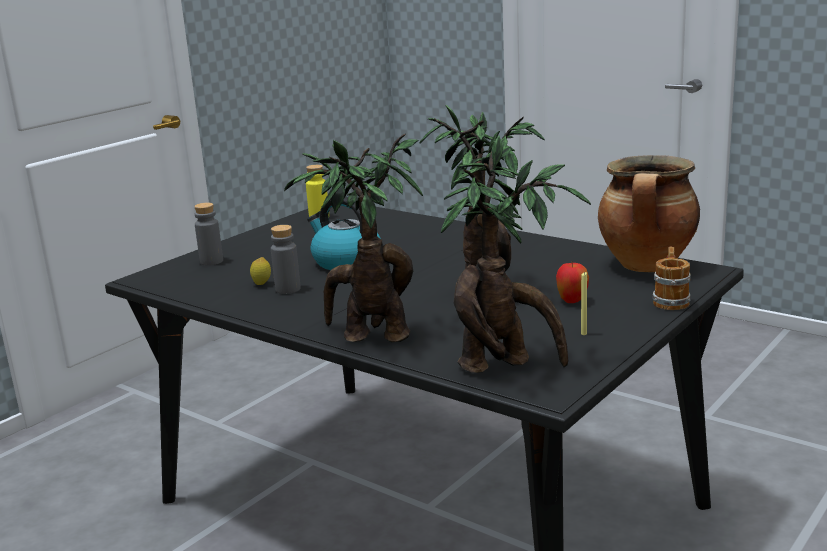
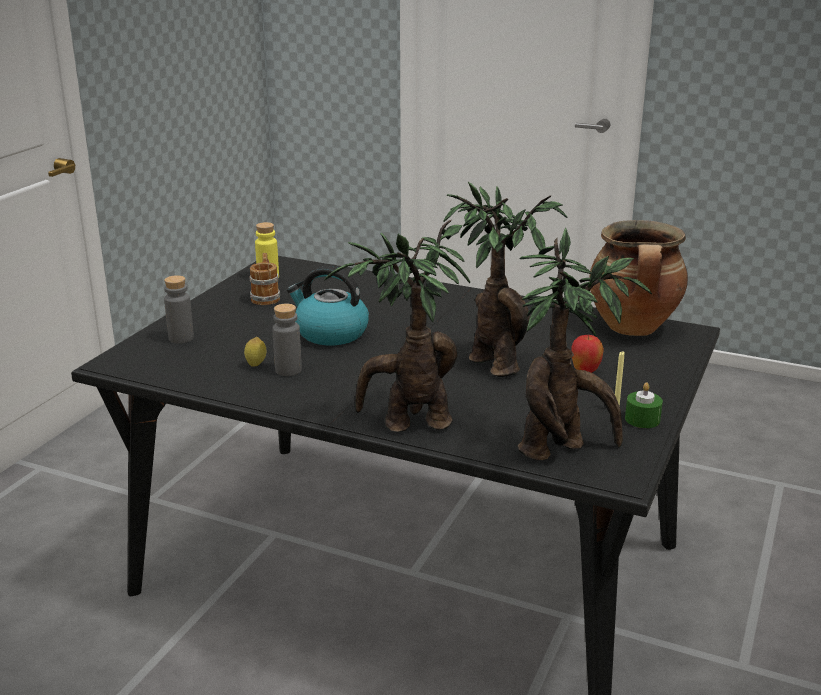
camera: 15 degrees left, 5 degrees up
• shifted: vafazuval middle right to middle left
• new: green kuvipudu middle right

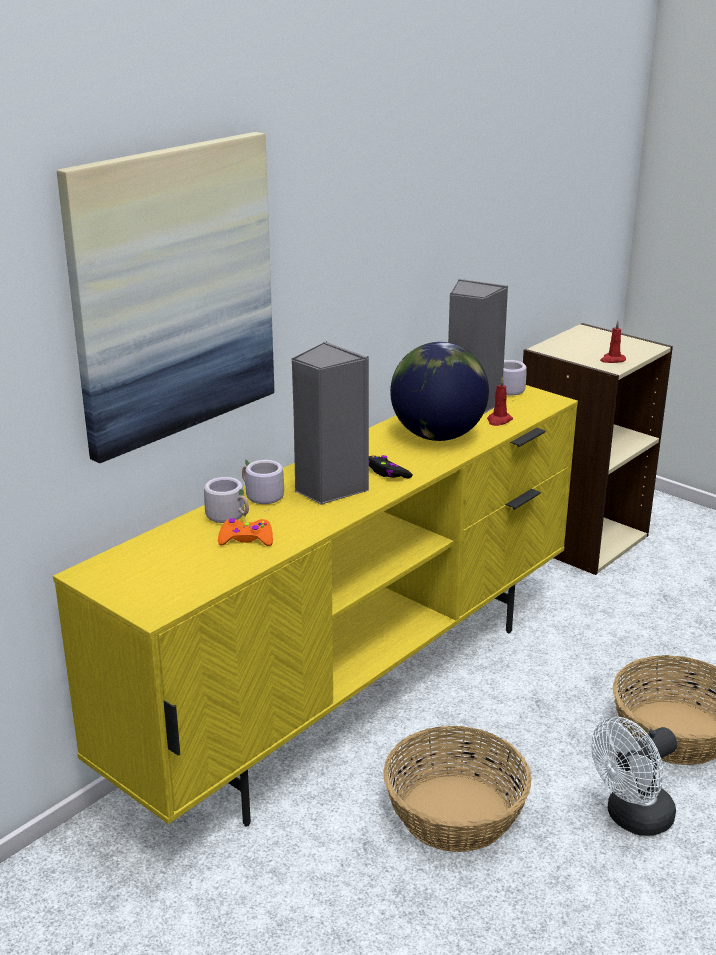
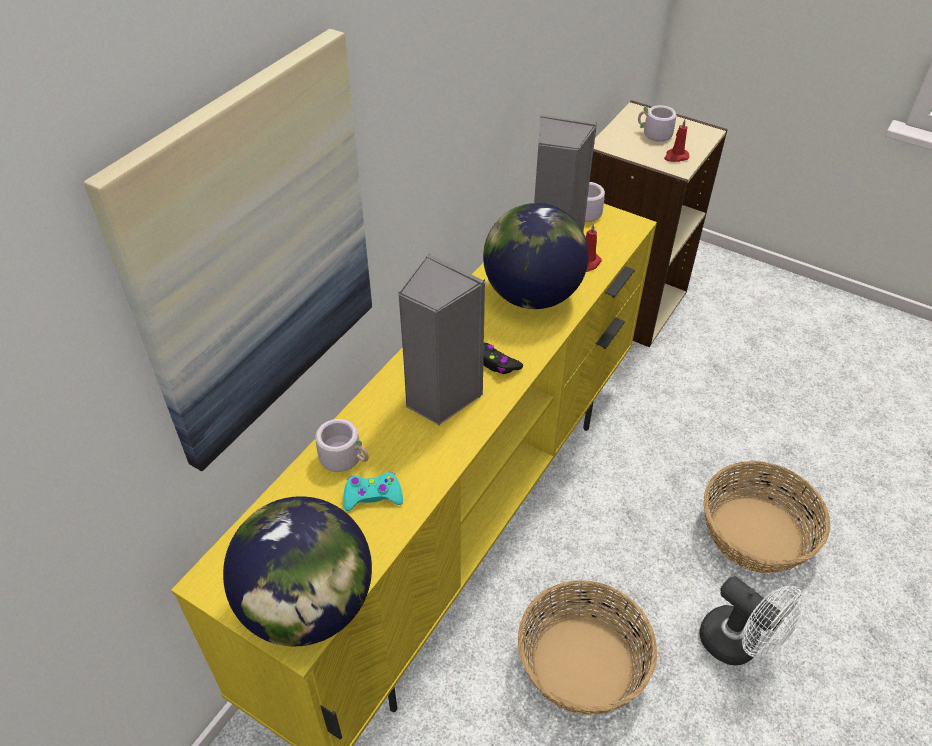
camera: 10 degrees left, 20 degrees up
• shifted: grey vafazuval (no. 2 from left in the first image) centre to grey vafazuval (no. 3 from left) top right
• repainted: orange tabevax centre to turquoise tabevax centre
• rotated: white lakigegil bottom right = bottom right 90 degrees counterclockwise
• new: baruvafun (no. 1 from left) bottom left

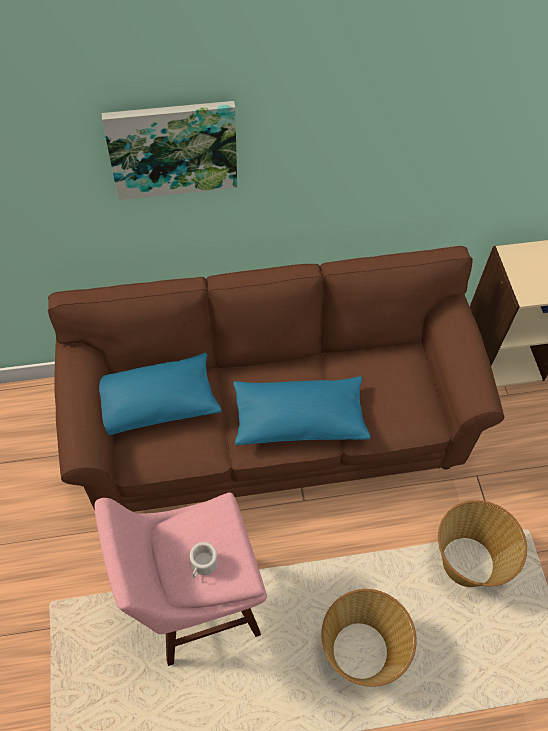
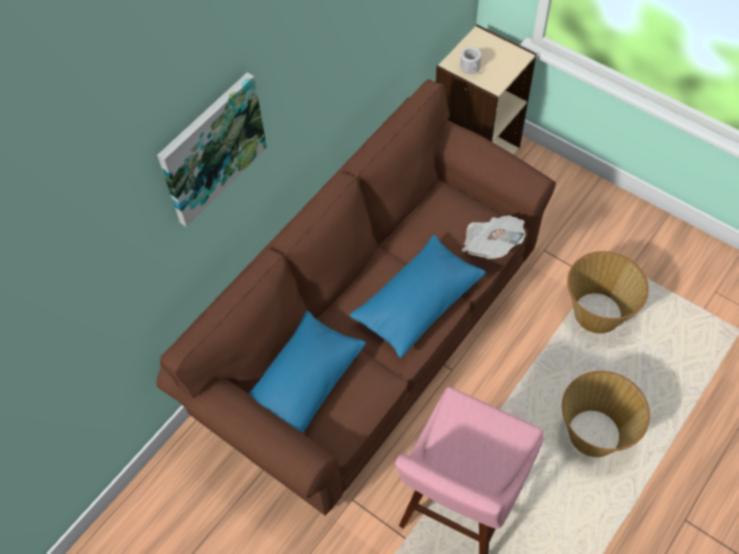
camera: 40 degrees left, 0 degrees up
• shifted: white vafazuval bottom centre to top centre
• new: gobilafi middle right

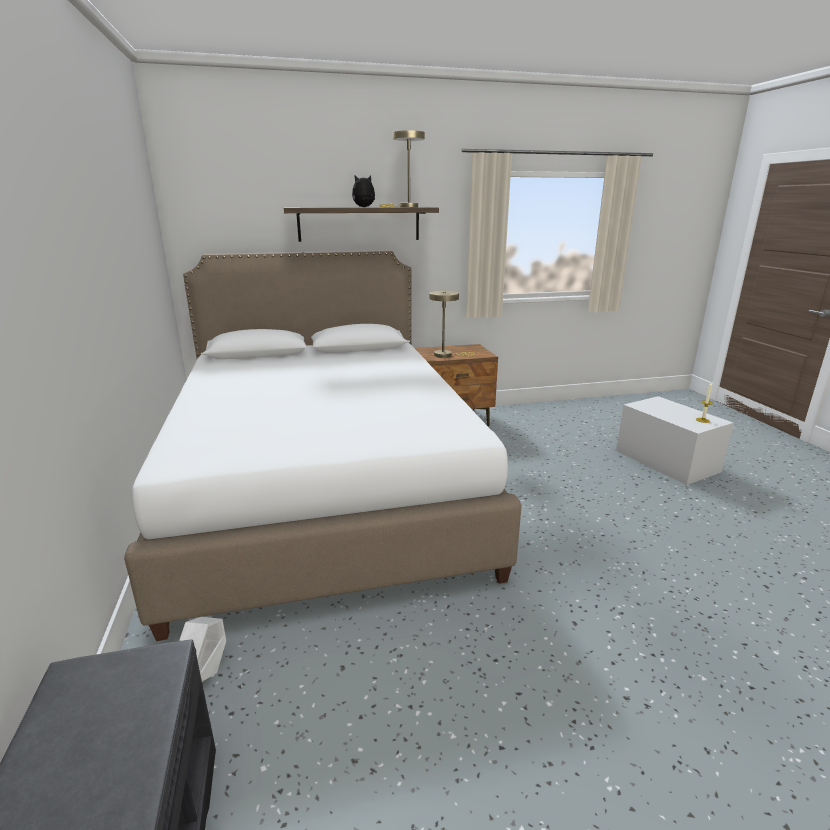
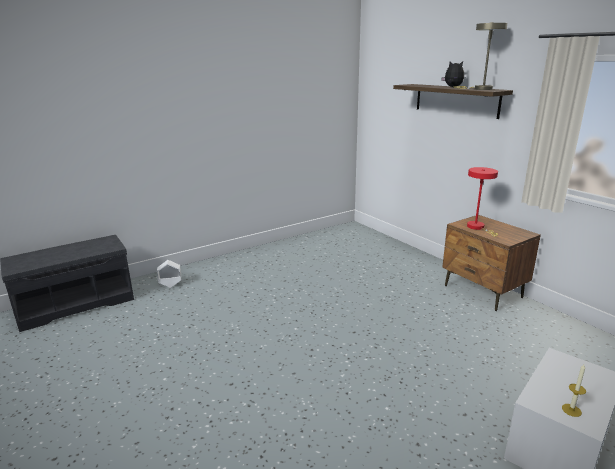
camera: 70 degrees right, 0 degrees up
• gone: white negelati centre
• repainted: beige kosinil (no. 2 from left) centre to red kosinil middle right

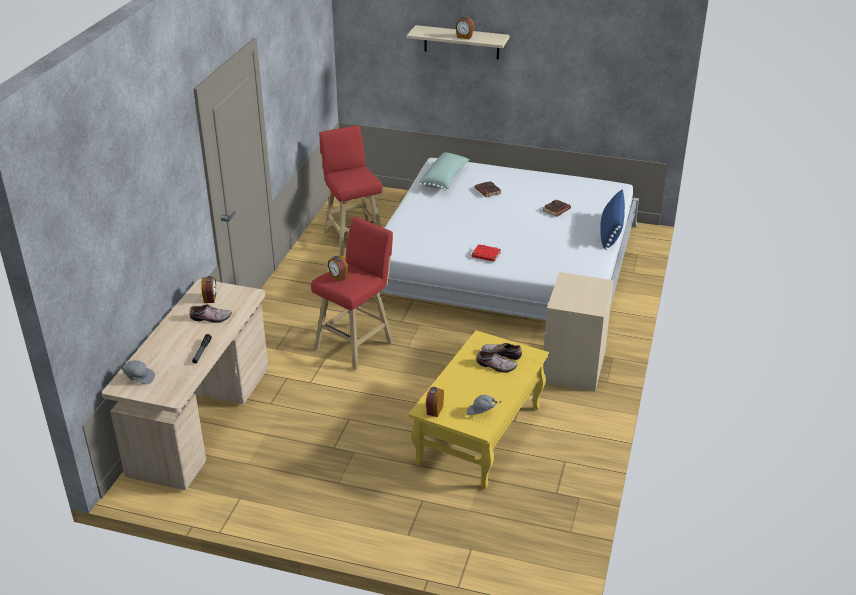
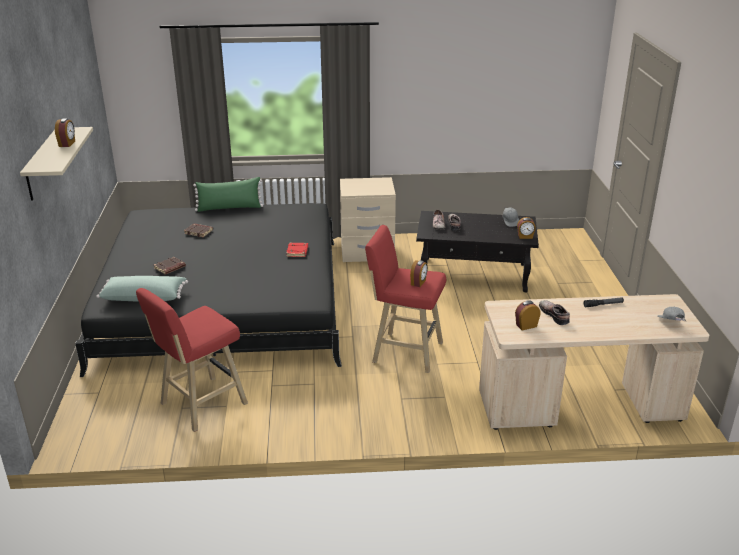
camera: 110 degrees left, 5 degrees down
• repainted: white negelati centre to black negelati middle left
• repainted: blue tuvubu middle right to green tuvubu (no. 2 from left) middle left
• repainted: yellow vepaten bottom centre to black vepaten centre

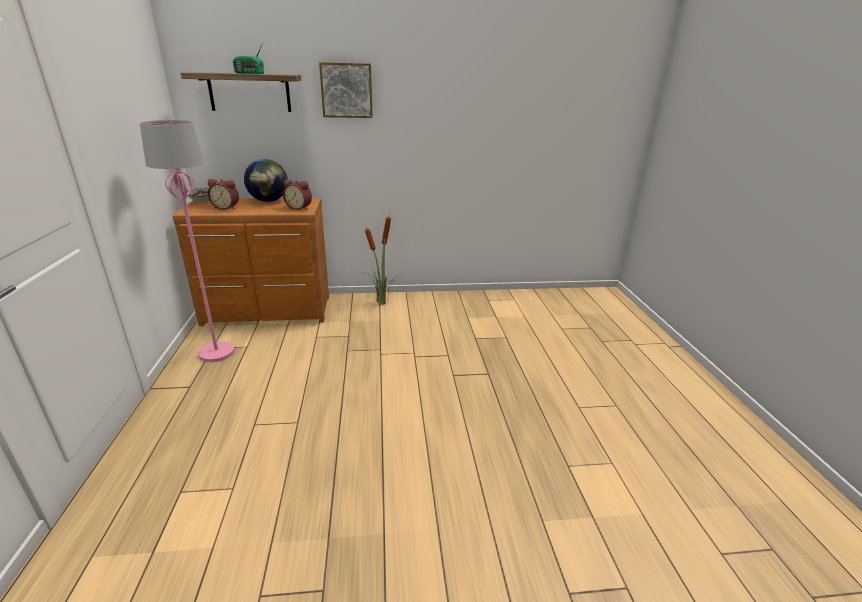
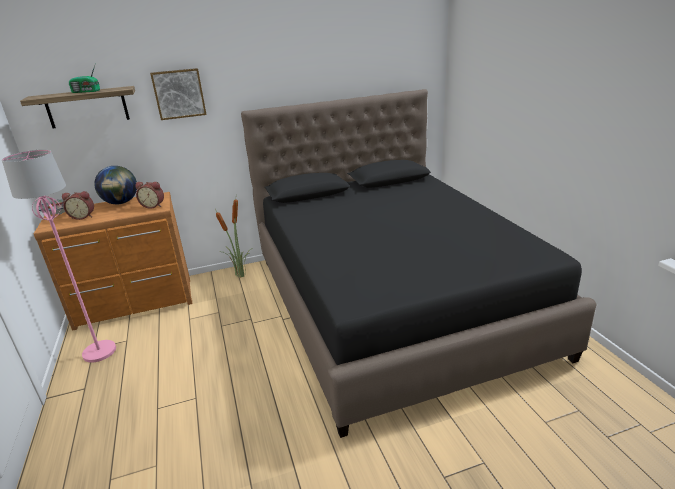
camera: 10 degrees left, 0 degrees up
• new: black negelati centre

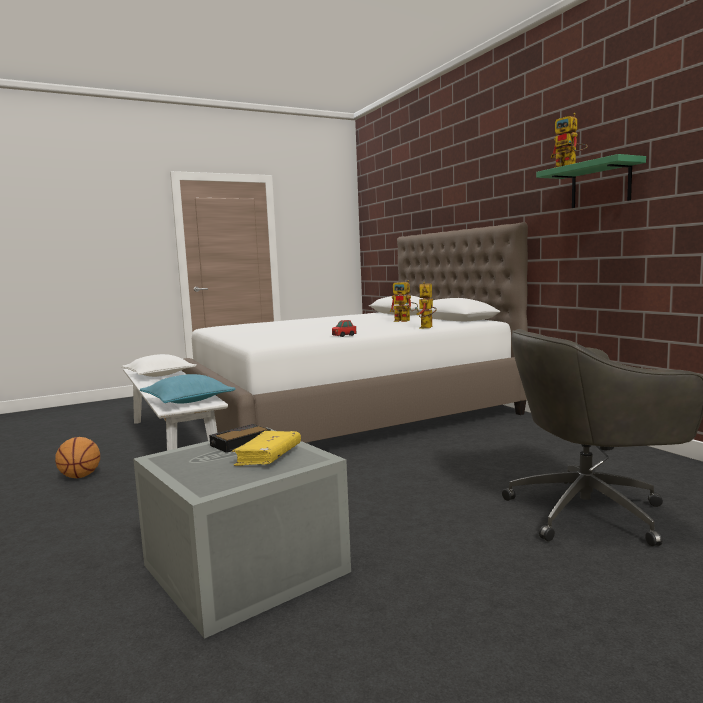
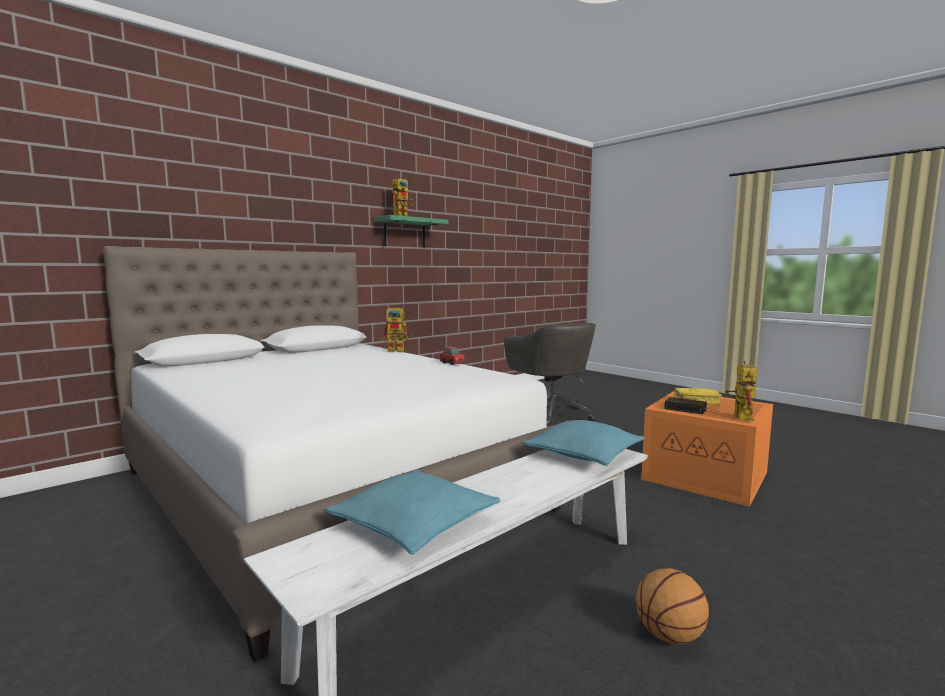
camera: 105 degrees left, 0 degrees up
• shifted: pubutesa (no. 1 from left in the first image) centre to pubutesa (no. 3 from left) middle right
• repainted: white tuvubu middle left to turquoise tuvubu (no. 1 from left) bottom centre
• repainted: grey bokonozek bottom centre to orange bokonozek middle right

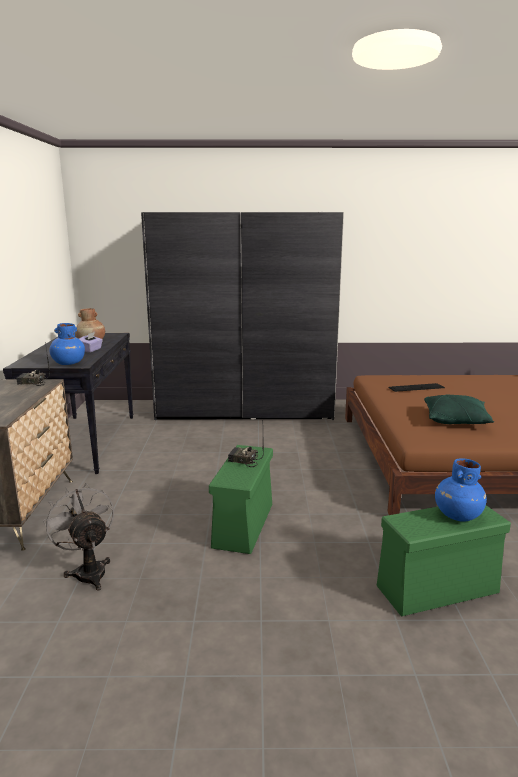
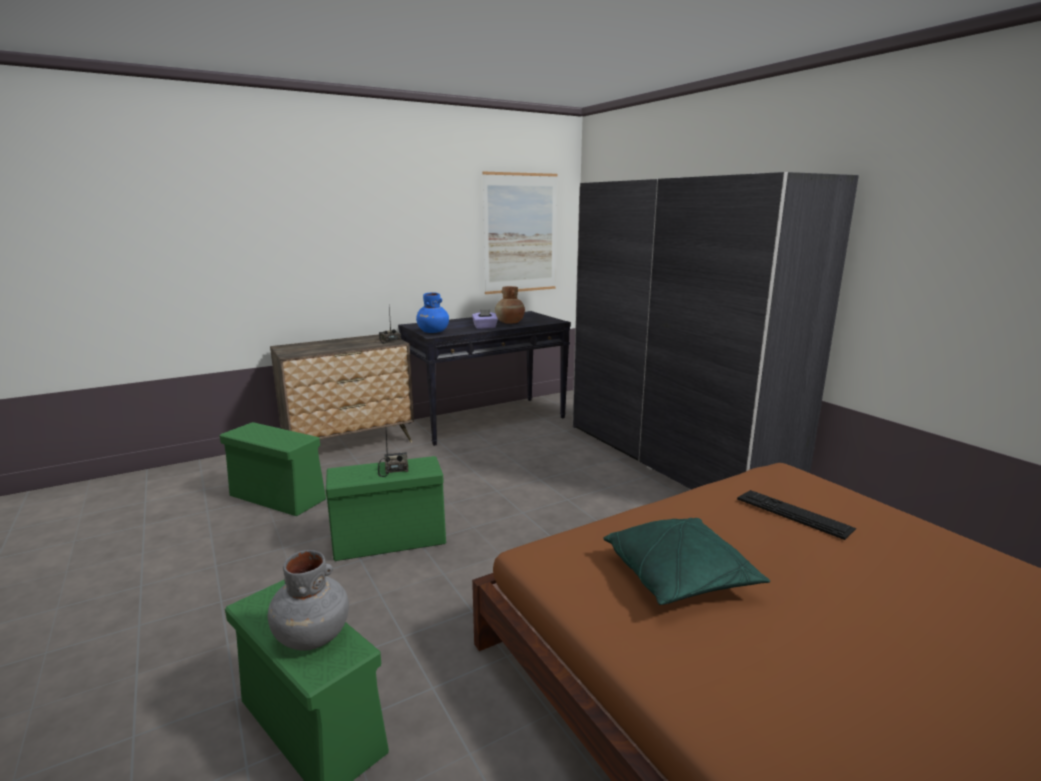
camera: 60 degrees right, 0 degrees up
• repainted: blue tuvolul (no. 2 from left) middle right to grey tuvolul bottom left
• swapped: grey lakigegil bottom left to green bokonozek (no. 1 from left) middle left
• new: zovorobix top centre

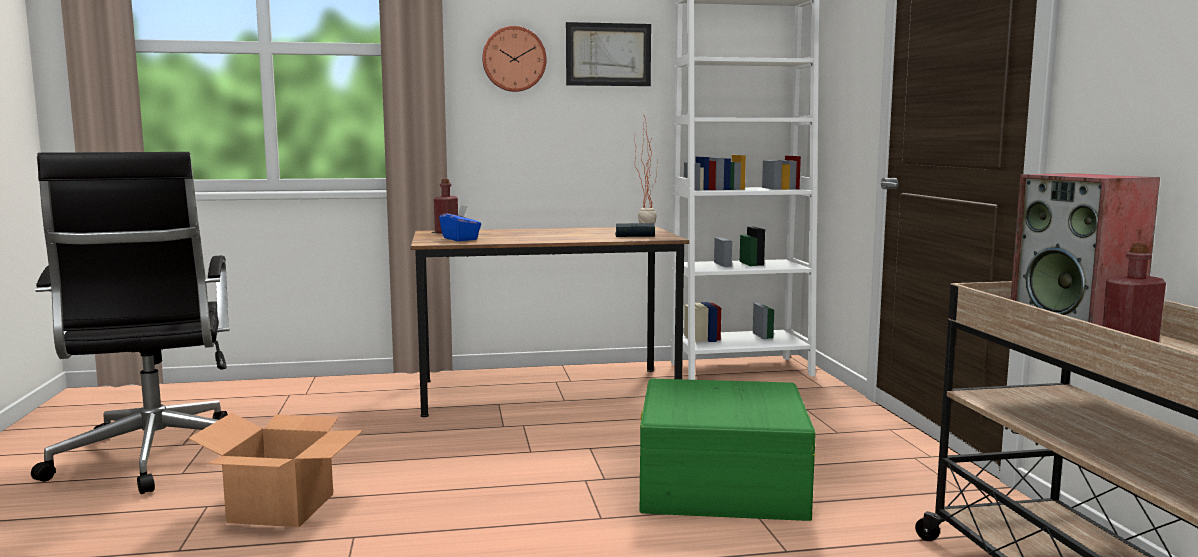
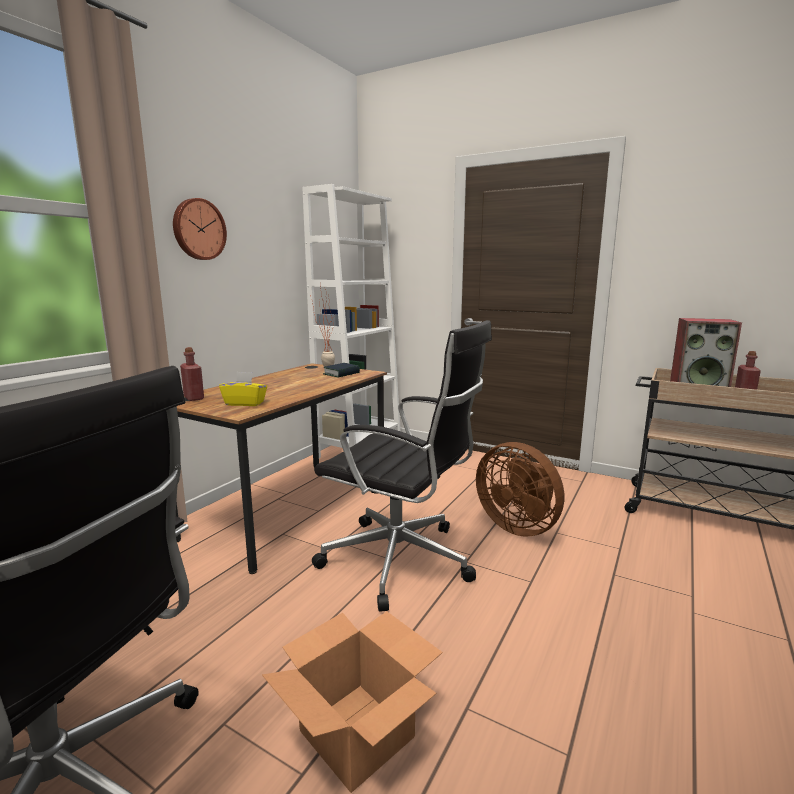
camera: 50 degrees left, 5 degrees up
• gone: zovorobix top centre
• repainted: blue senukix centre to yellow senukix middle left
• swapped: green bokonozek bottom centre to brown lakigegil centre
• new: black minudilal (no. 2 from left) centre

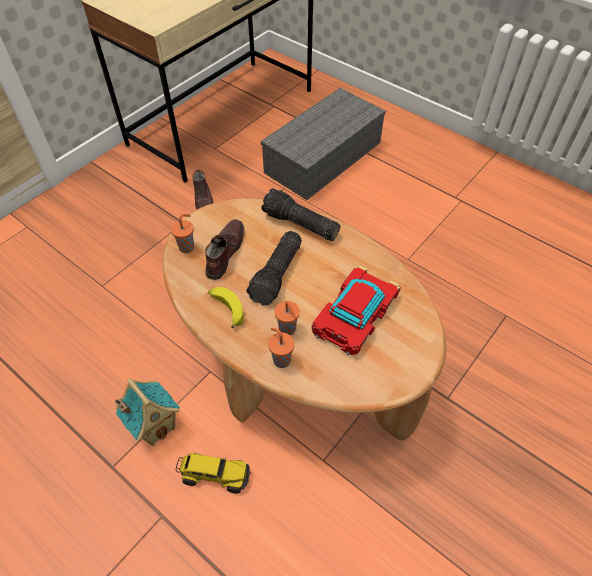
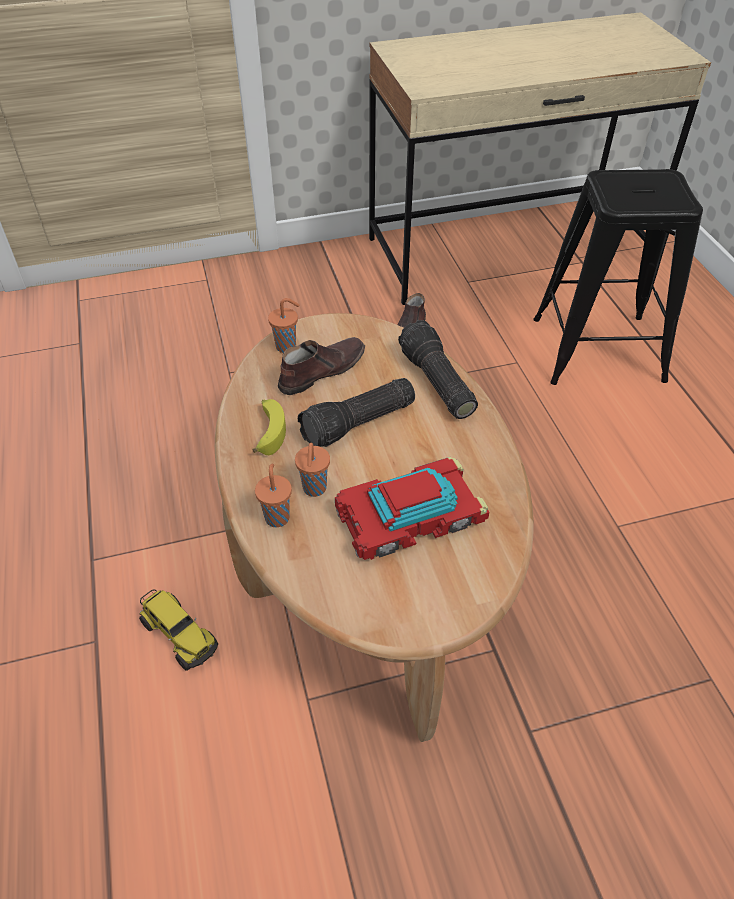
camera: 35 degrees right, 5 degrees down
• swapped: grey bokonozek top centre to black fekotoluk top right
• gone: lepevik bottom left

